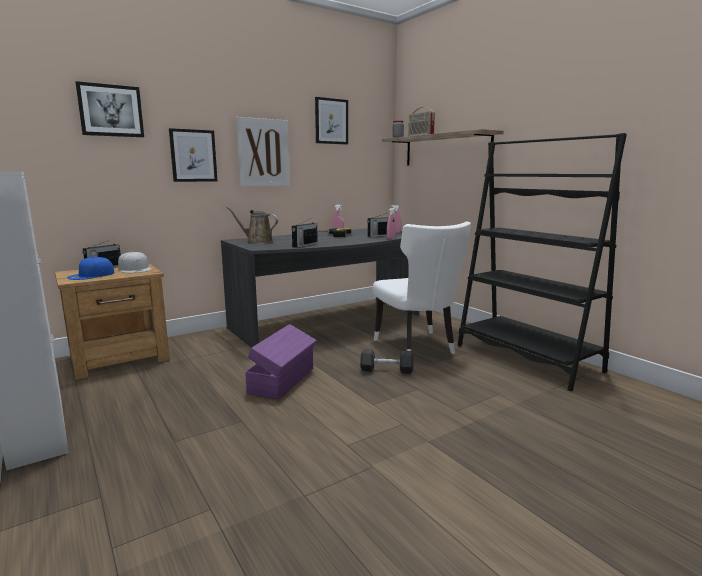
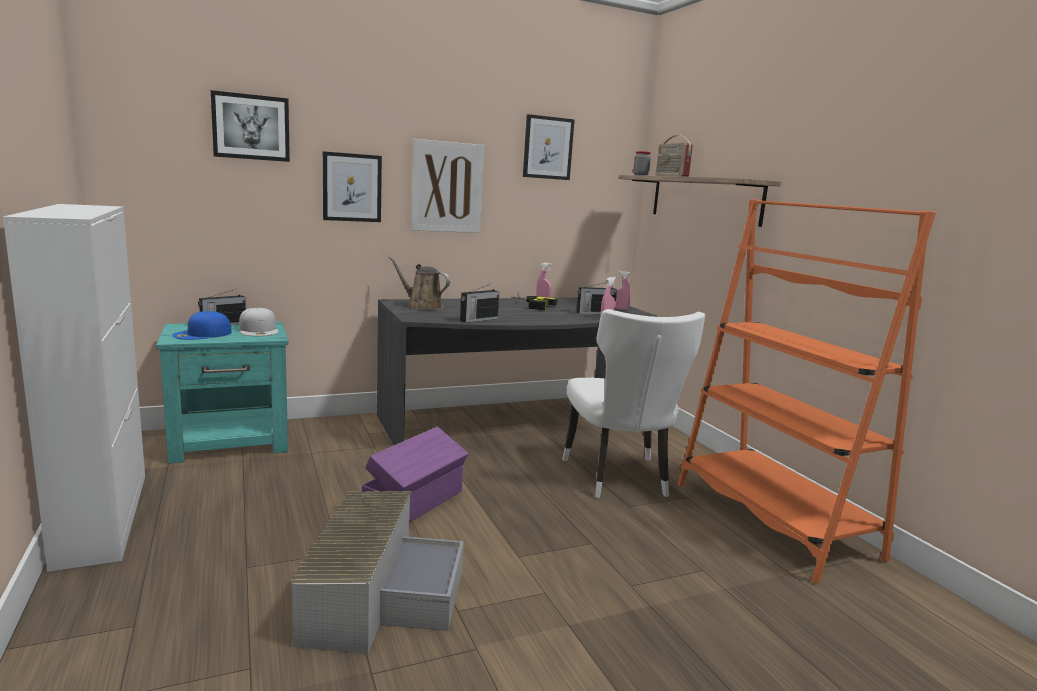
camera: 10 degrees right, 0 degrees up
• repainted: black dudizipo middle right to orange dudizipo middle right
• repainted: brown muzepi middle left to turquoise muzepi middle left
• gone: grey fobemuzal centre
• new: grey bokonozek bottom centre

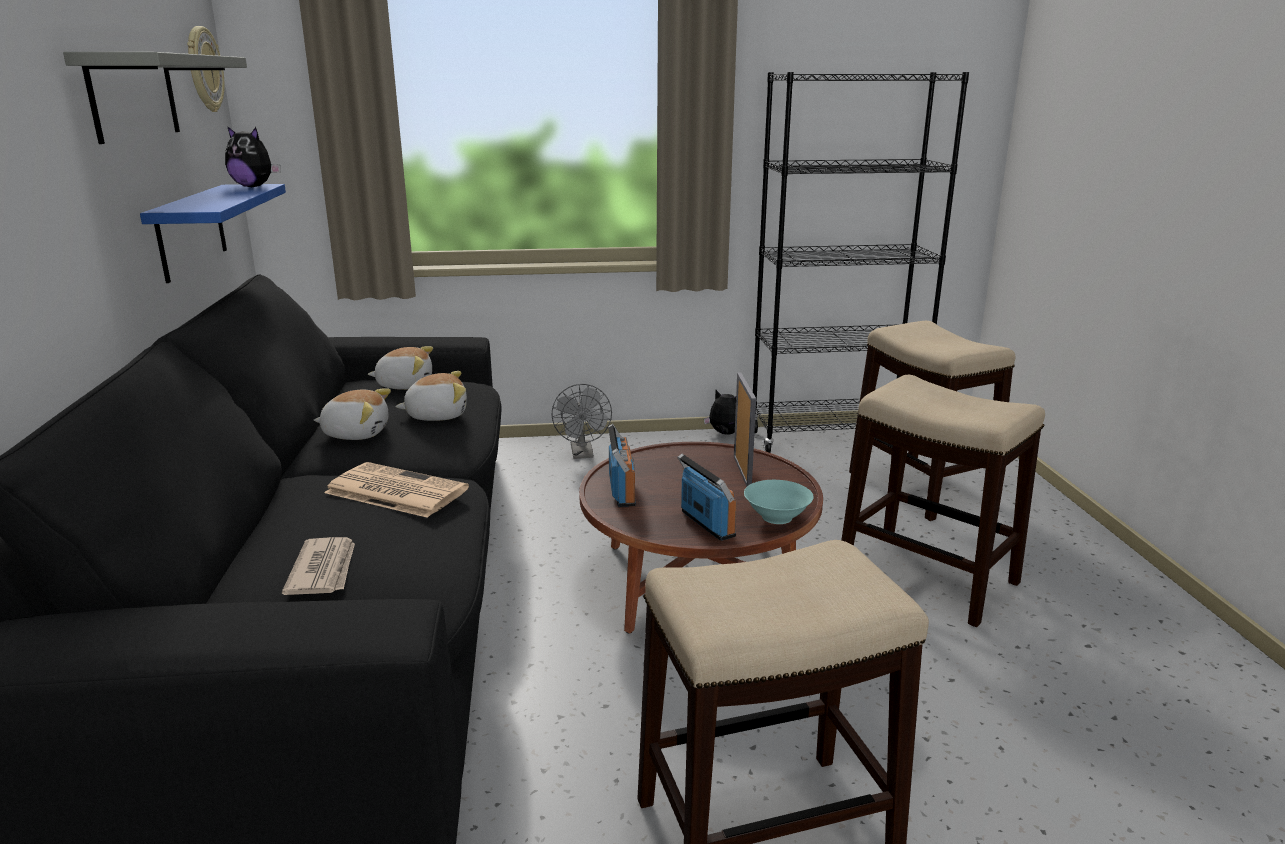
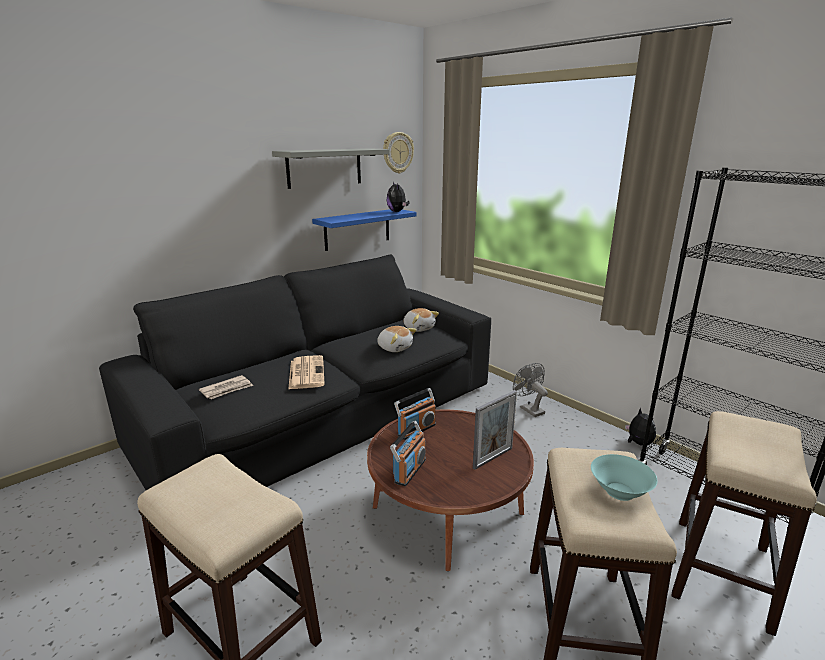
camera: 55 degrees right, 0 degrees up
• rotated: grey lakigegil centre = centre 105 degrees clockwise
• gone: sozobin (no. 2 from left) middle left
• shifted: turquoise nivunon centre to bottom right

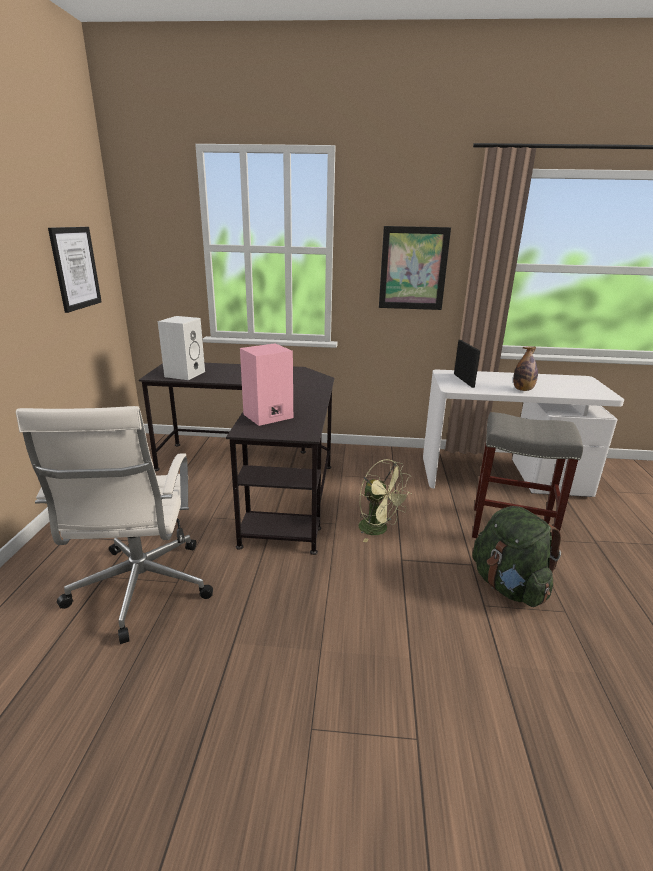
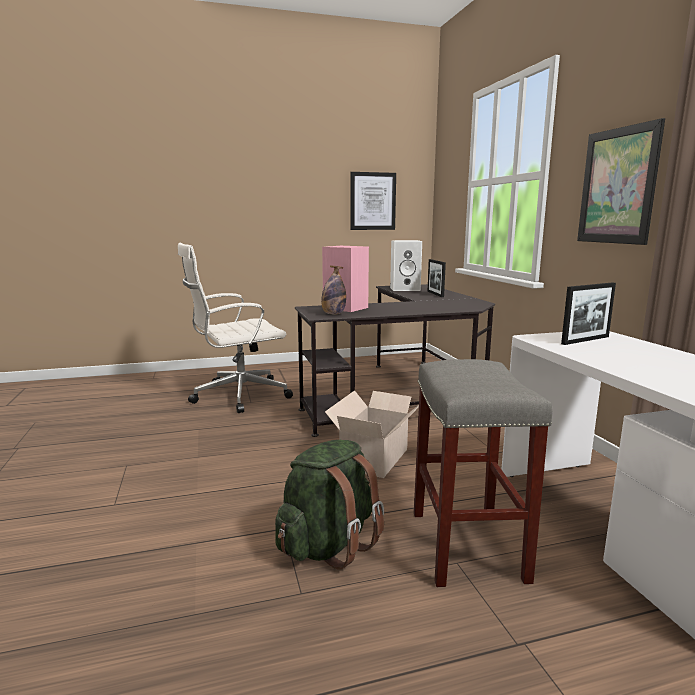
camera: 70 degrees right, 10 degrees down
• shifted: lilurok middle right to centre
• swapped: green lakigegil centre to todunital centre
• new: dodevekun (no. 1 from left) centre

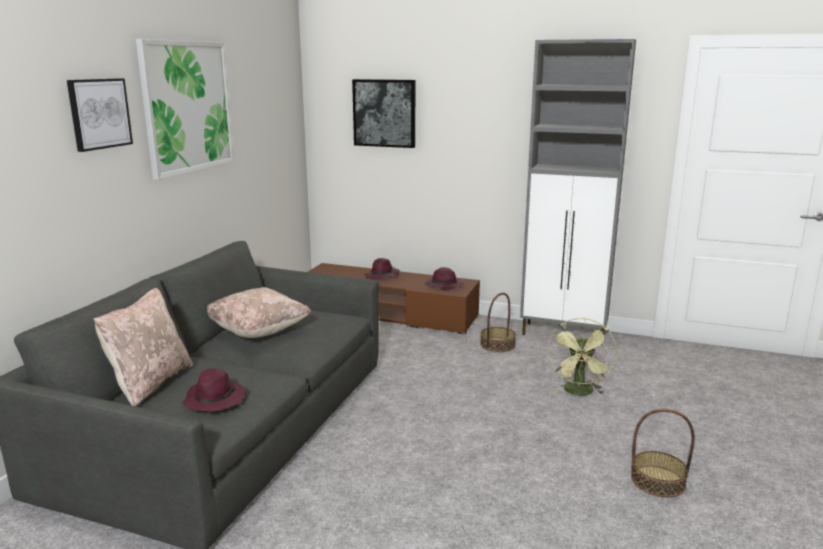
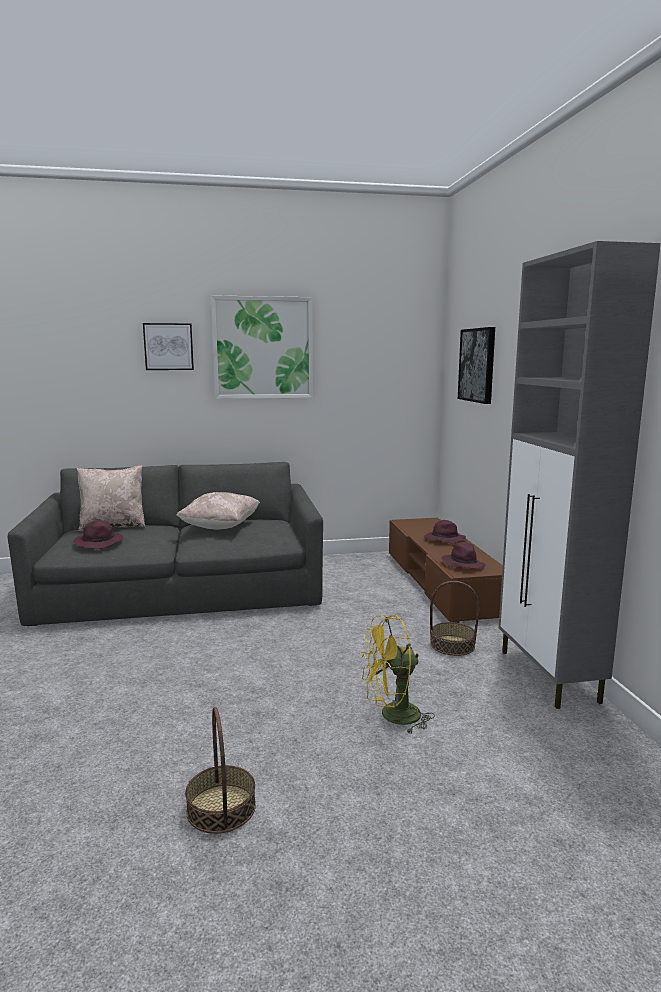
camera: 60 degrees right, 5 degrees down
• repainted: green lakigegil middle right to yellow lakigegil bottom centre

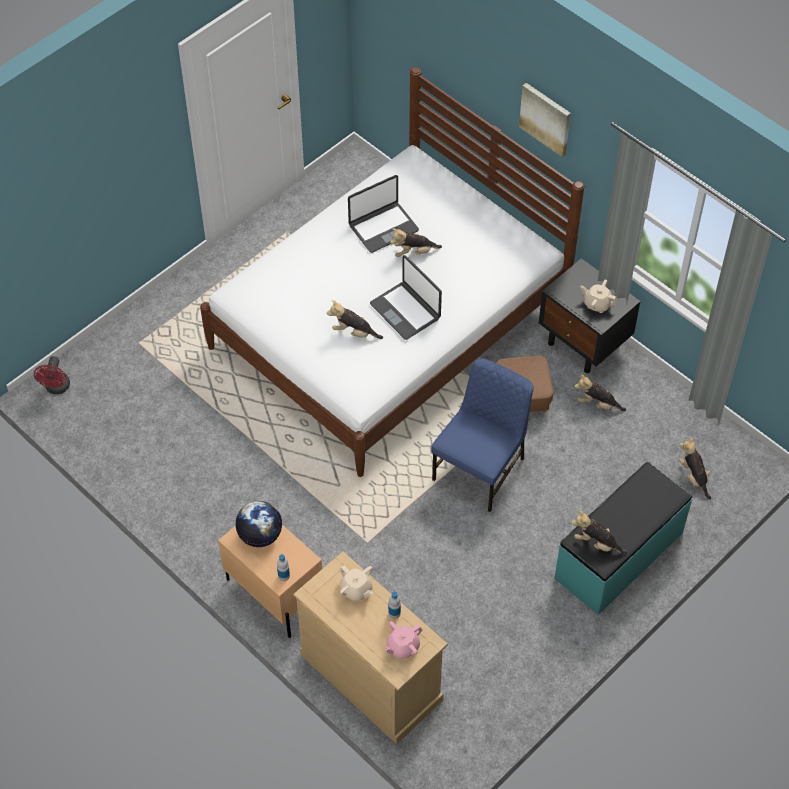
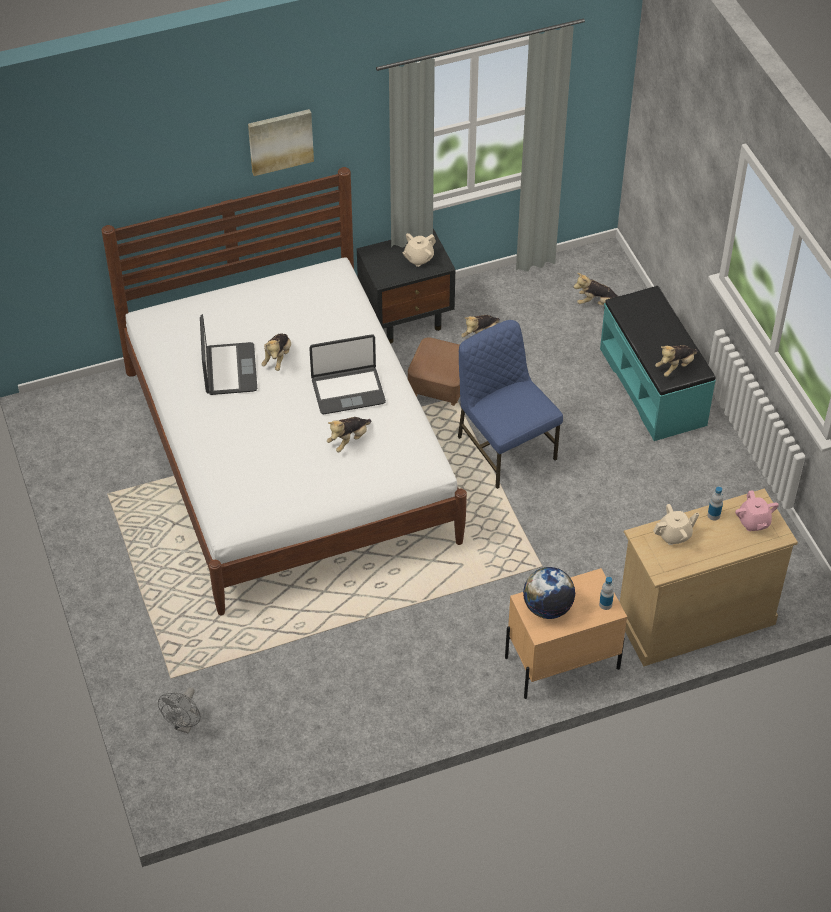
camera: 65 degrees left, 5 degrees down
• gone: red lakigegil middle left
• new: grey lakigegil bottom left

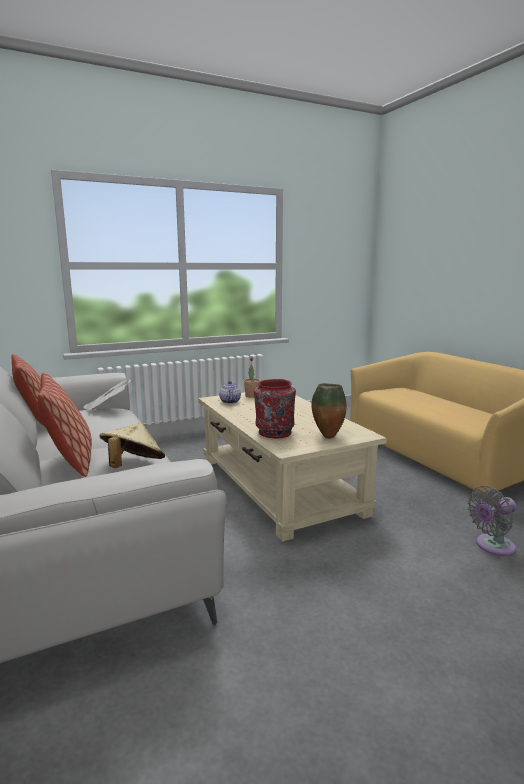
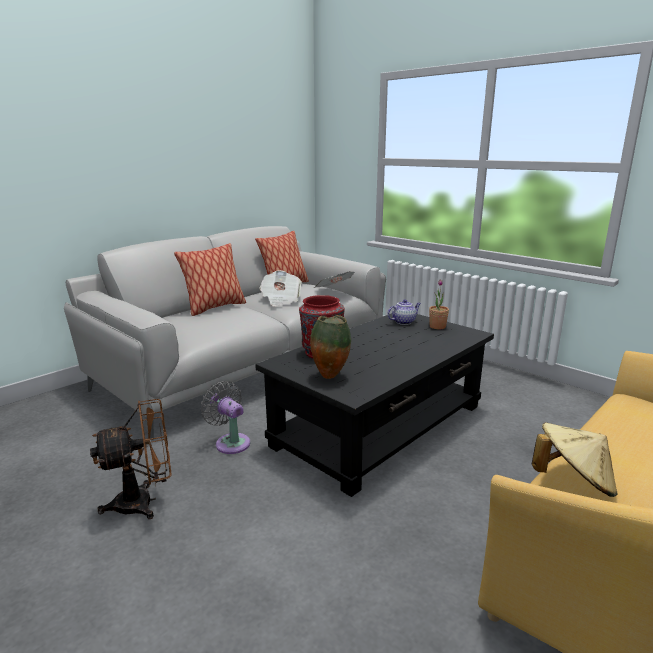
camera: 70 degrees right, 5 degrees up
• repainted: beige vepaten centre to black vepaten centre
• shifted: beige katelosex middle left to bottom right
• shifted: grey lakigegil middle right to centre
• new: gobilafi (no. 1 from left) centre
• new: brown lakigegil bottom left

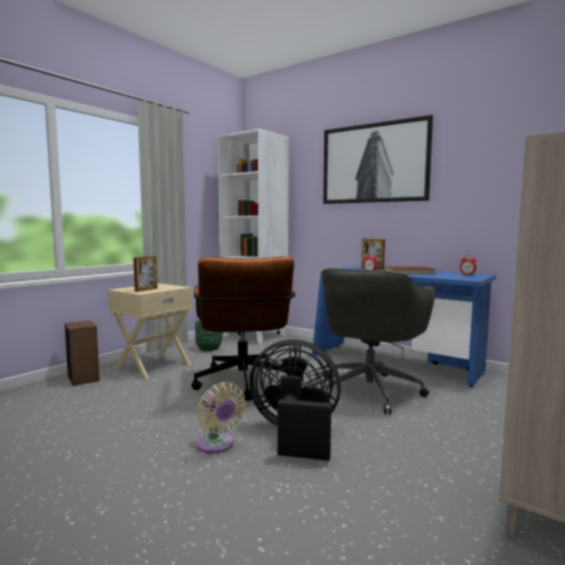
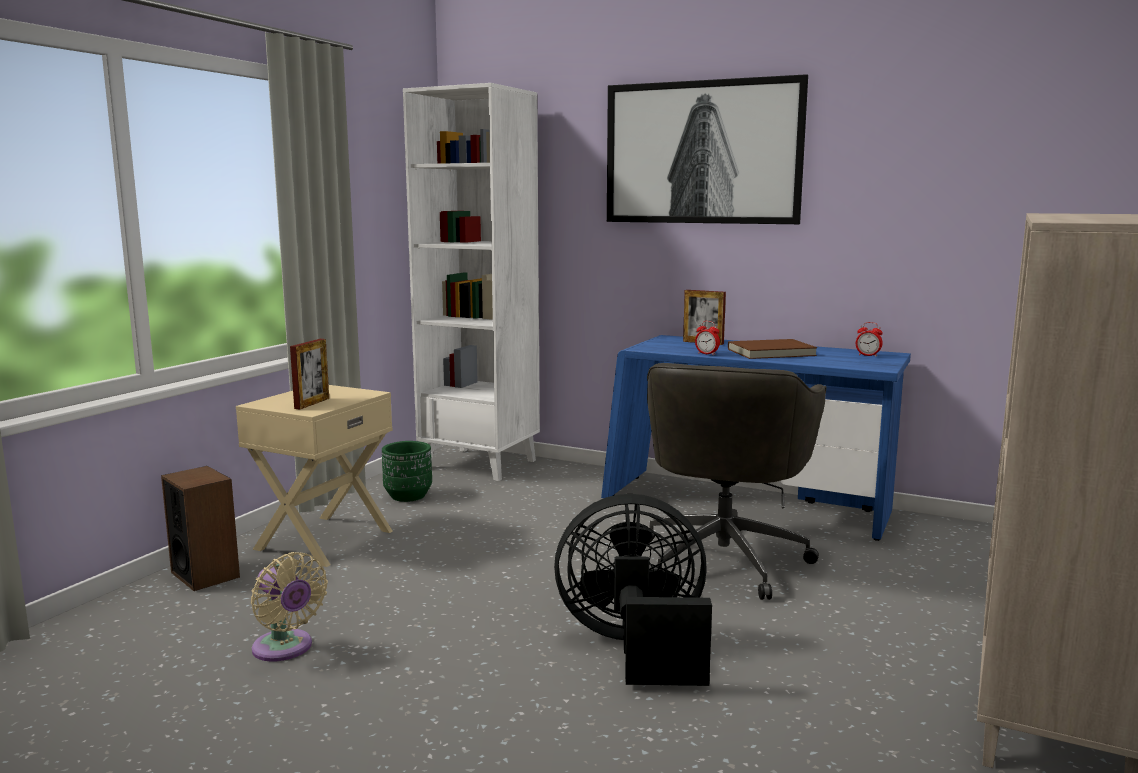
camera: 10 degrees left, 5 degrees up
• gone: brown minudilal centre
• shifted: beige lakigegil bottom centre to bottom left

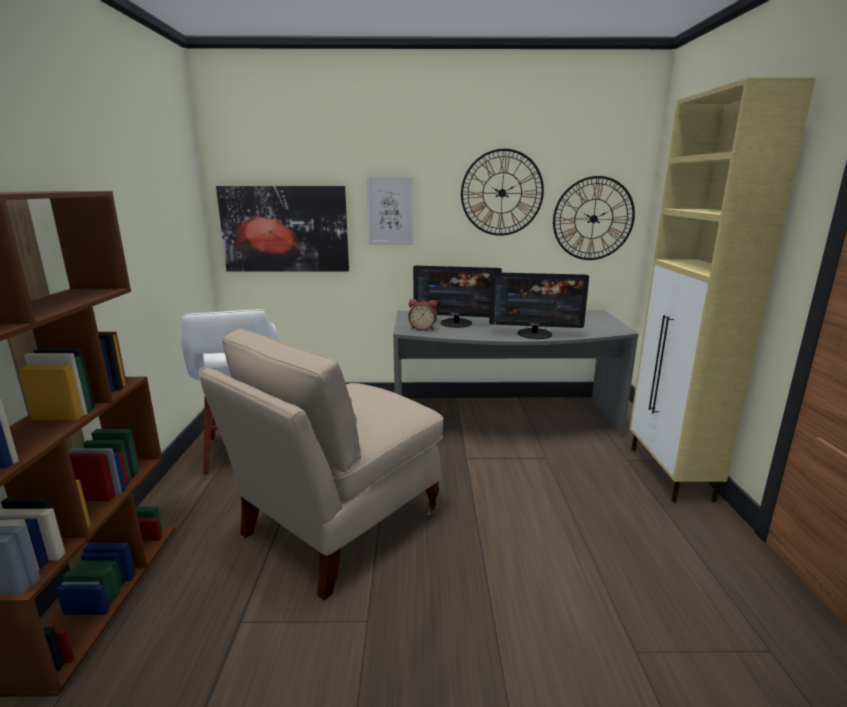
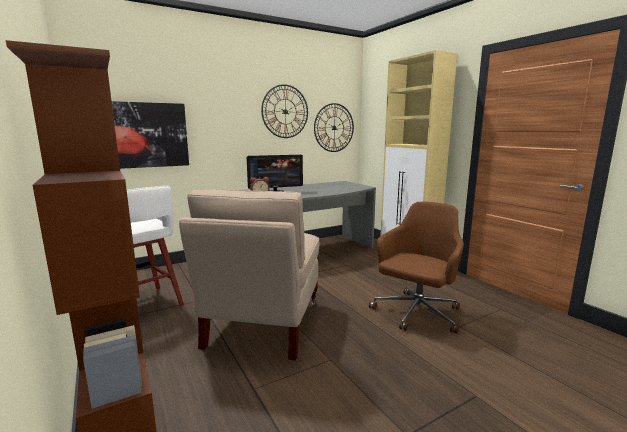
camera: 30 degrees left, 5 degrees down
• gone: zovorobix (no. 2 from left) top centre
• gone: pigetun (no. 2 from left) centre
• new: brown minudilal centre

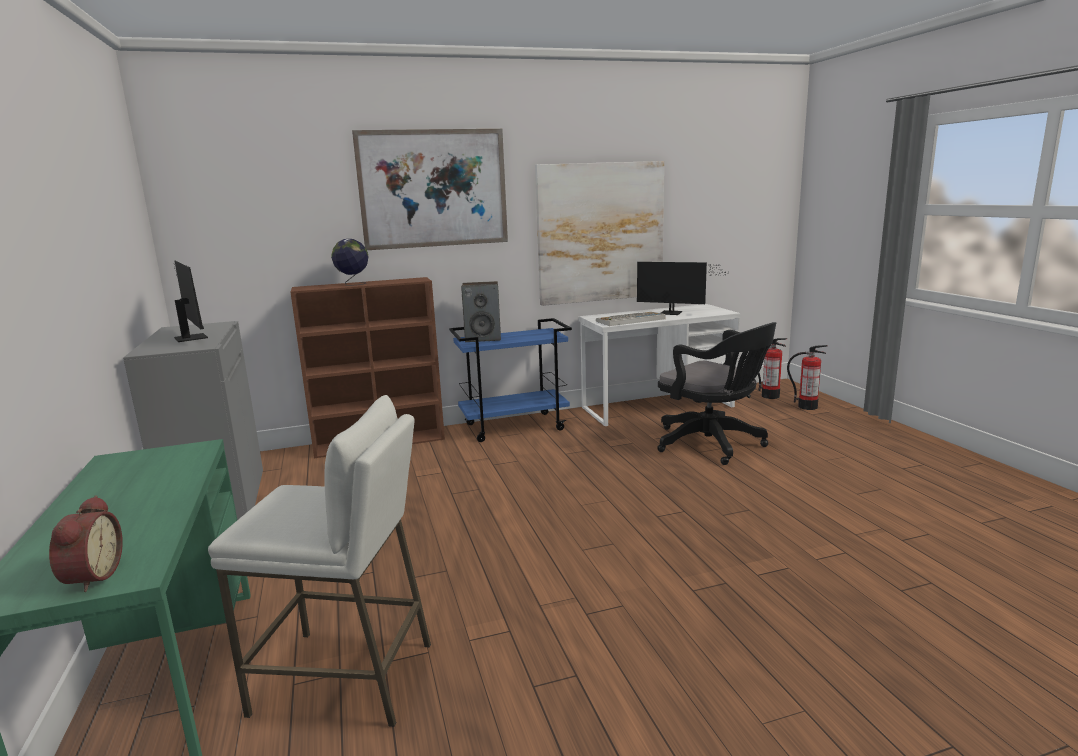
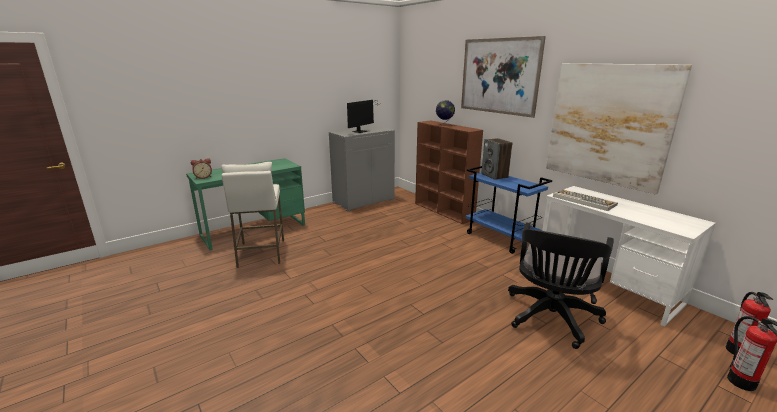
camera: 70 degrees right, 5 degrees up
• gone: pigetun (no. 2 from left) centre

